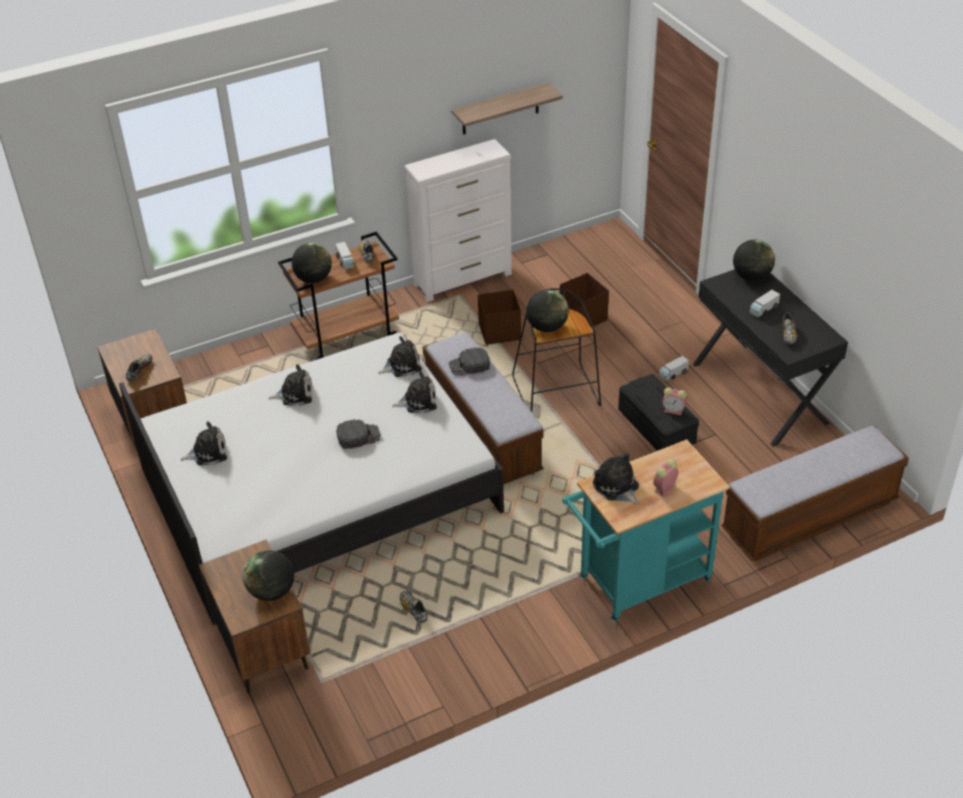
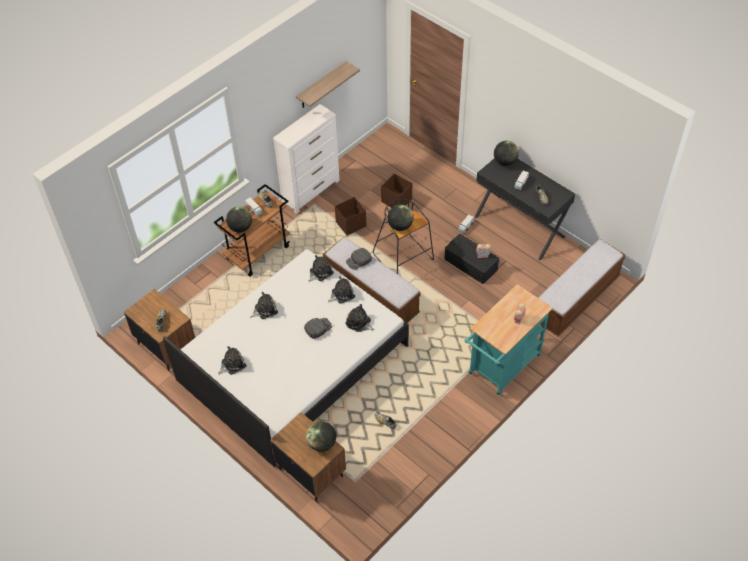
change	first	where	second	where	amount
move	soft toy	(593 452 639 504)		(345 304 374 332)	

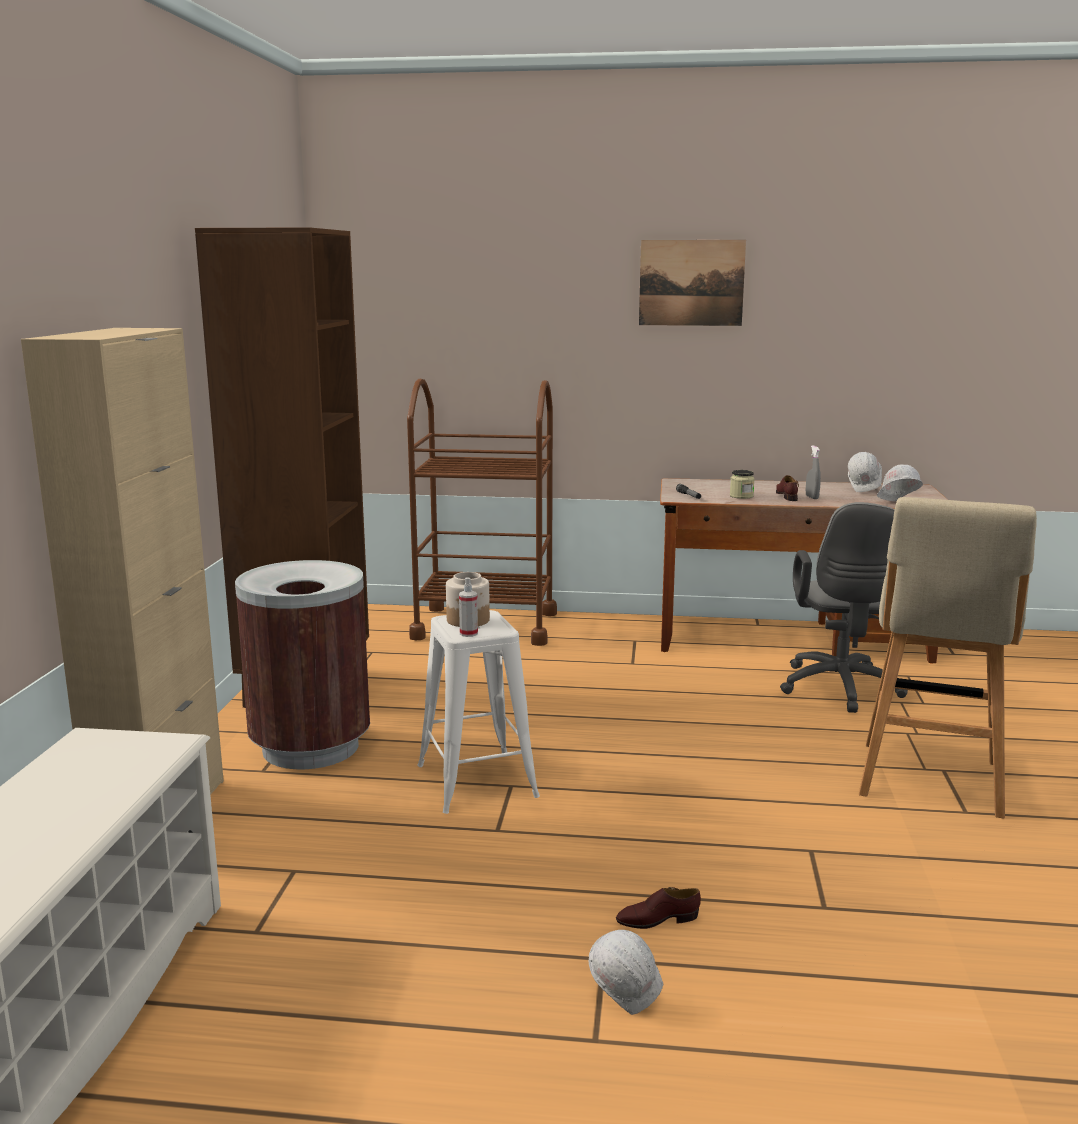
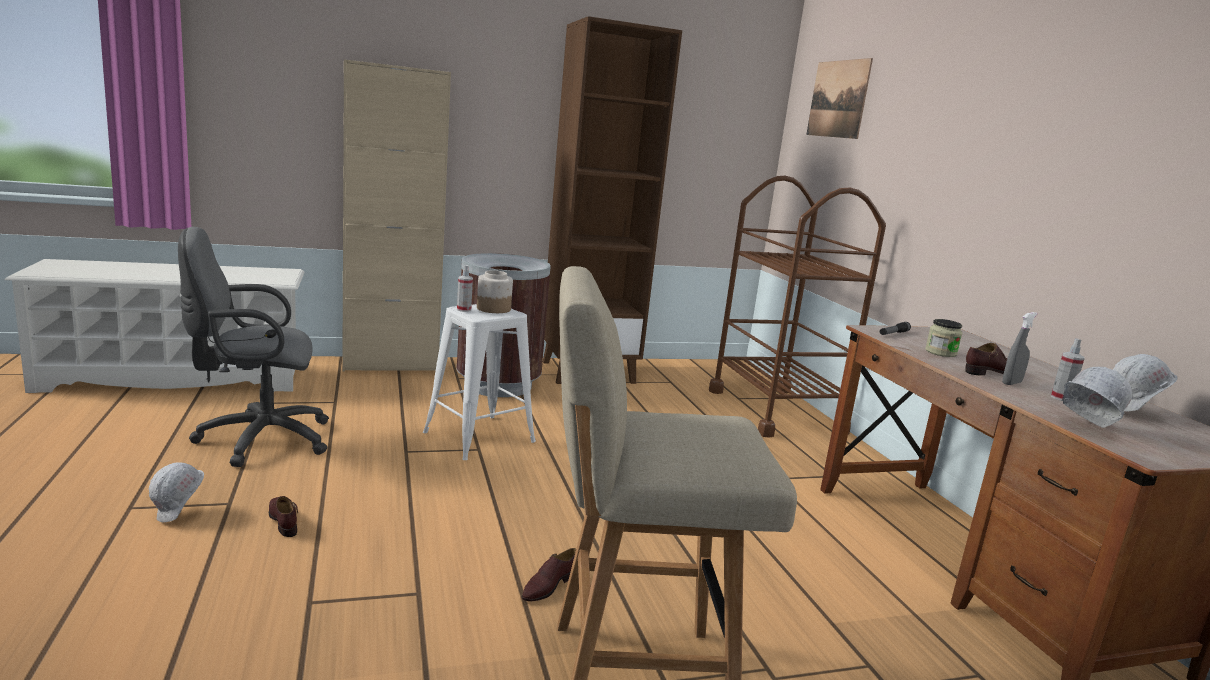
change	first	where	second	where	amount
insert			brown-coloured shoe	(522 548 576 601)	
insert			hand sprayer	(1051 338 1085 401)	
move	wall art	(639 240 746 326)		(806 58 873 139)	
move	gray computer chair	(780 502 908 713)		(178 227 329 467)	

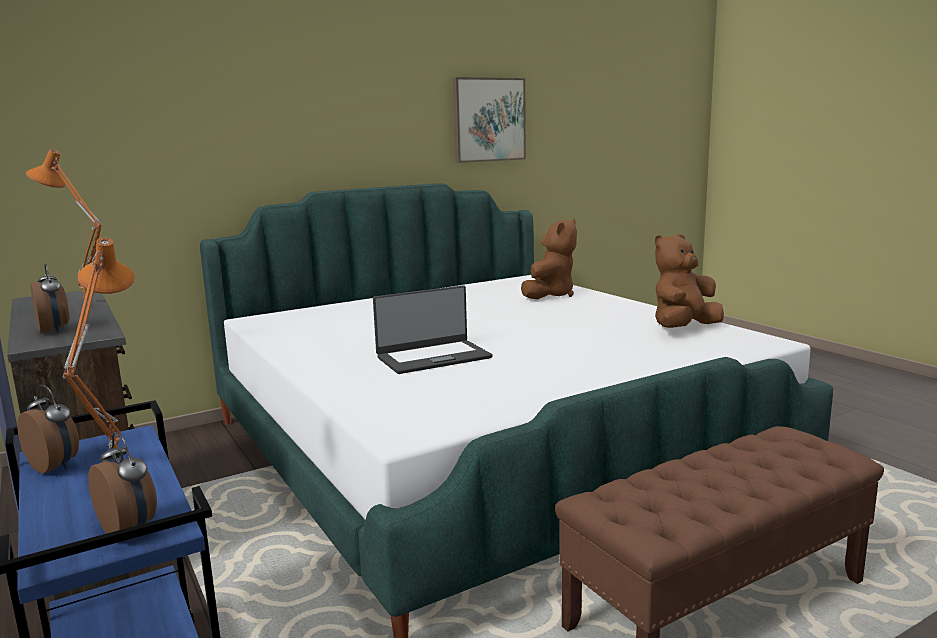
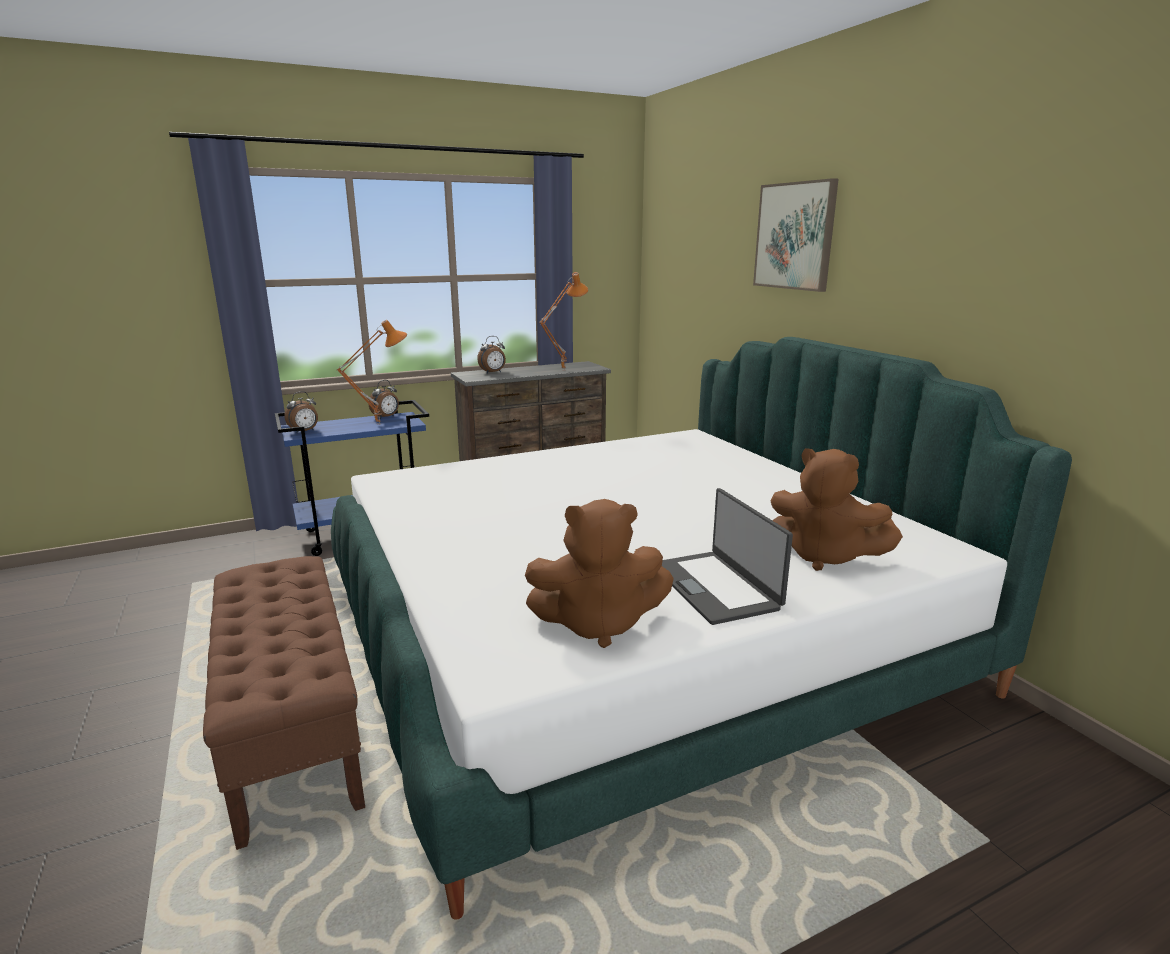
change	first	where	second	where	amount
move	laptop	(373 285 492 374)		(662 488 793 625)	
move	wall art	(453 77 526 163)		(753 178 839 292)	
rotate	brown-coloured soft toy	(655 234 724 328)		(525 499 674 648)	120 degrees clockwise

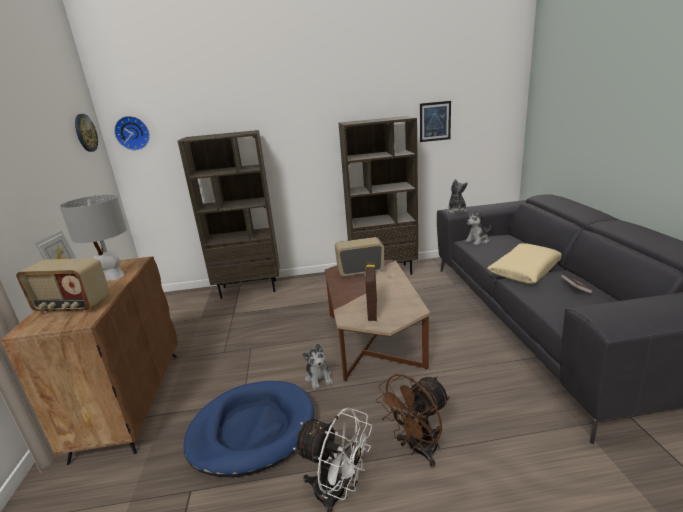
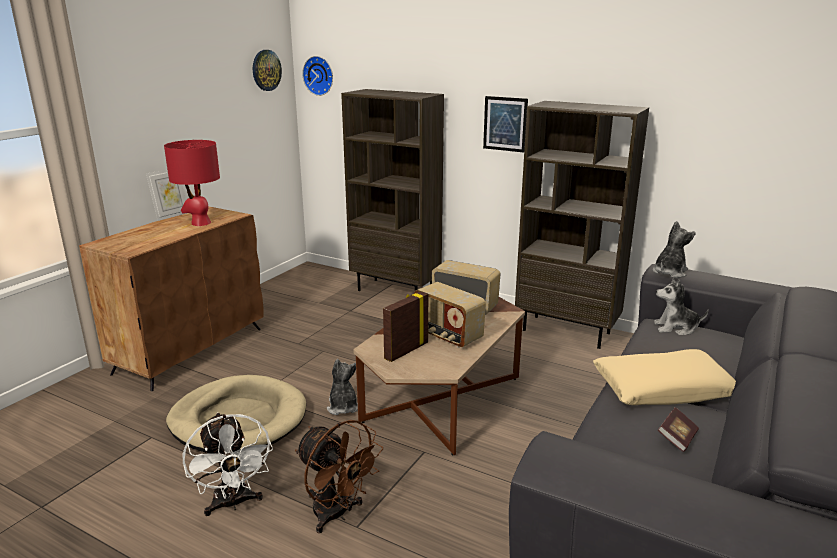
change	first	where	second	where	amount
move	radio	(16 258 110 313)		(414 282 486 348)	
move	wall art	(420 101 451 142)		(483 96 528 153)	
recolor	gray table lamp	(60 194 127 281)	red-coloured table lamp	(164 140 220 226)	
recolor	bluish dog cushion	(184 381 314 477)	beige dog cushion	(166 375 306 453)	
rotate	soft toy	(302 343 333 390)		(327 359 358 415)	150 degrees clockwise
rotate	brown-coloured cooling fan	(376 374 450 467)		(295 420 383 533)	135 degrees counterclockwise

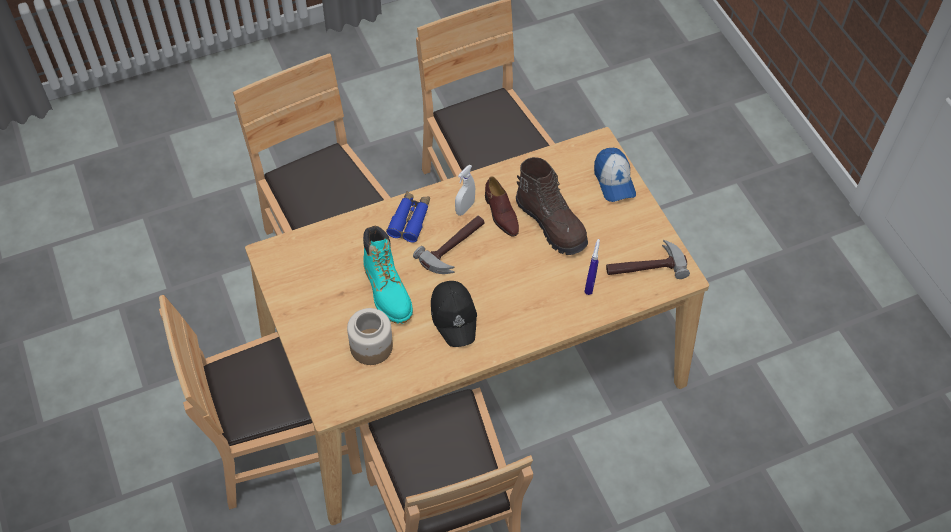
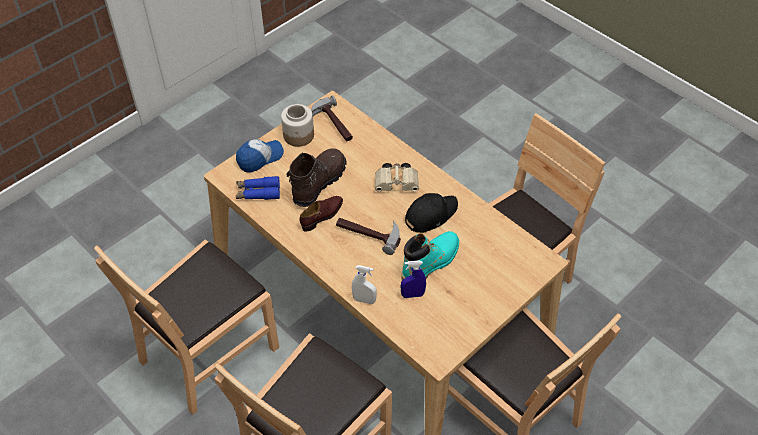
change	first	where	second	where	amount
insert			beige field glasses	(375 163 419 192)	
move	storage jar	(347 308 393 365)		(281 104 314 147)	
move	bluish field glasses	(386 191 430 243)		(236 176 280 200)	
move	white hand sprayer	(455 165 475 216)		(352 265 377 304)	
move	bluish hand sprayer	(585 239 600 295)		(401 260 426 298)	

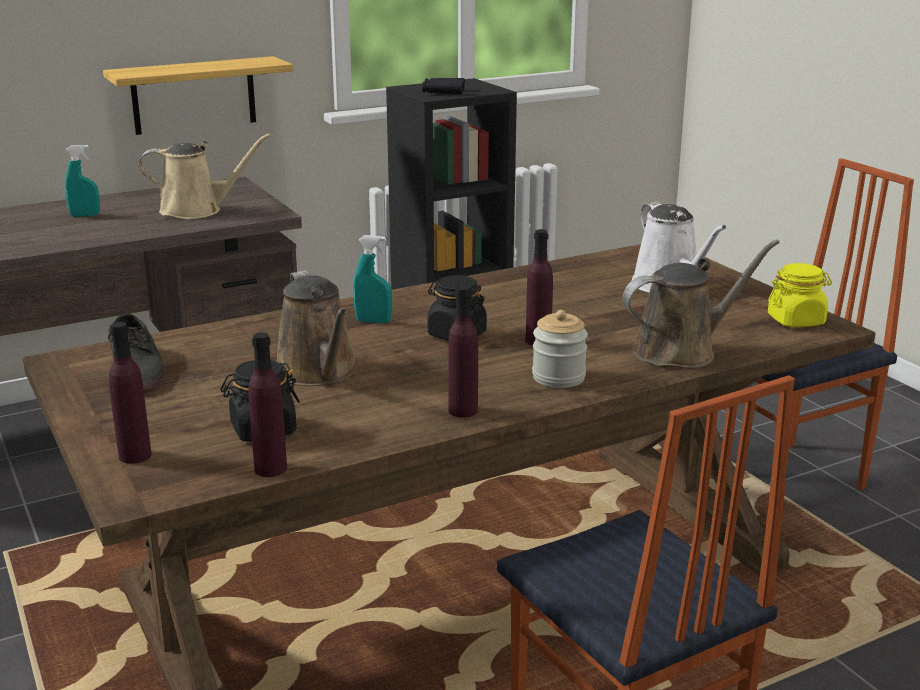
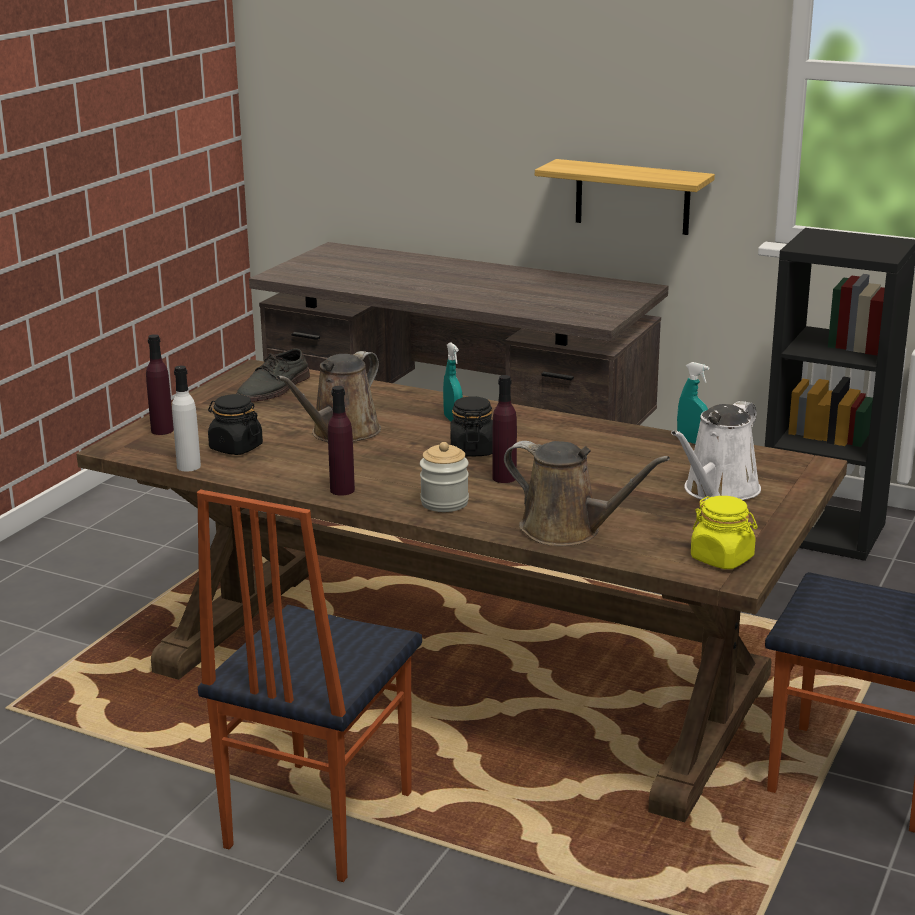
change	first	where	second	where	amount
delete	beige sprinkling can	(138 133 271 219)			
delete	black field glasses	(422 78 465 94)			
move	turquoise hand sprayer	(65 145 100 217)		(677 362 709 444)	
recolor	purplish bottle	(248 332 287 477)	white bottle	(172 366 201 471)	

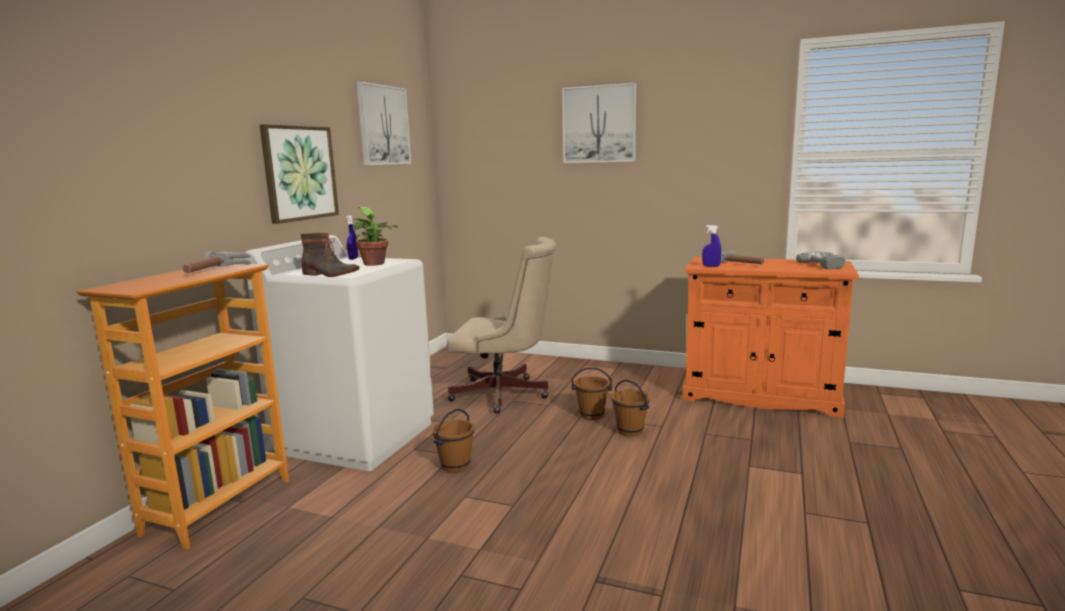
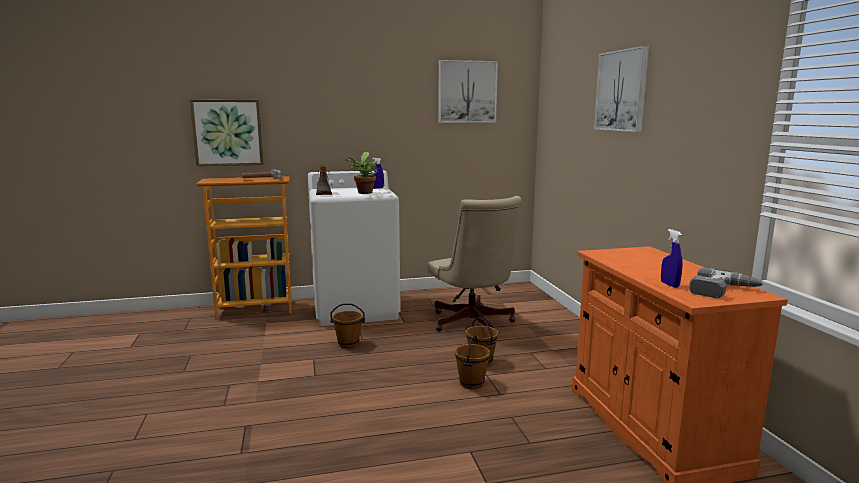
change	first	where	second	where	amount
delete	hand hammer	(720 251 764 264)			
move	wall art	(260 124 339 224)		(190 99 263 166)	
move	bluish hand sprayer	(702 225 721 267)		(661 229 682 288)	

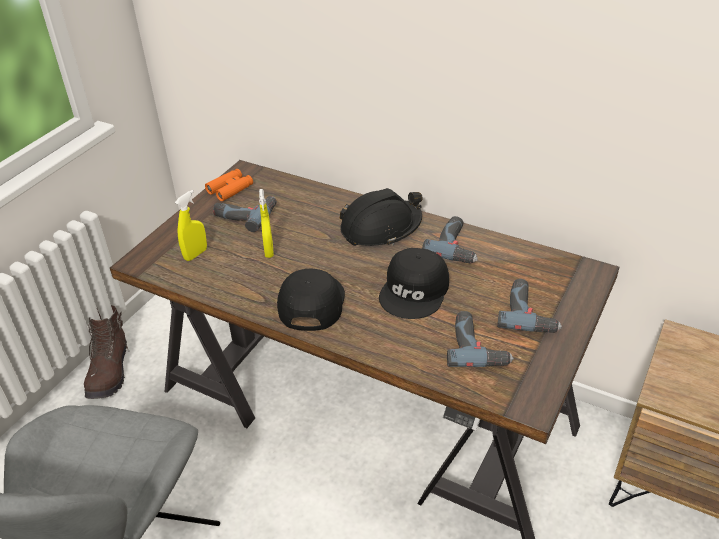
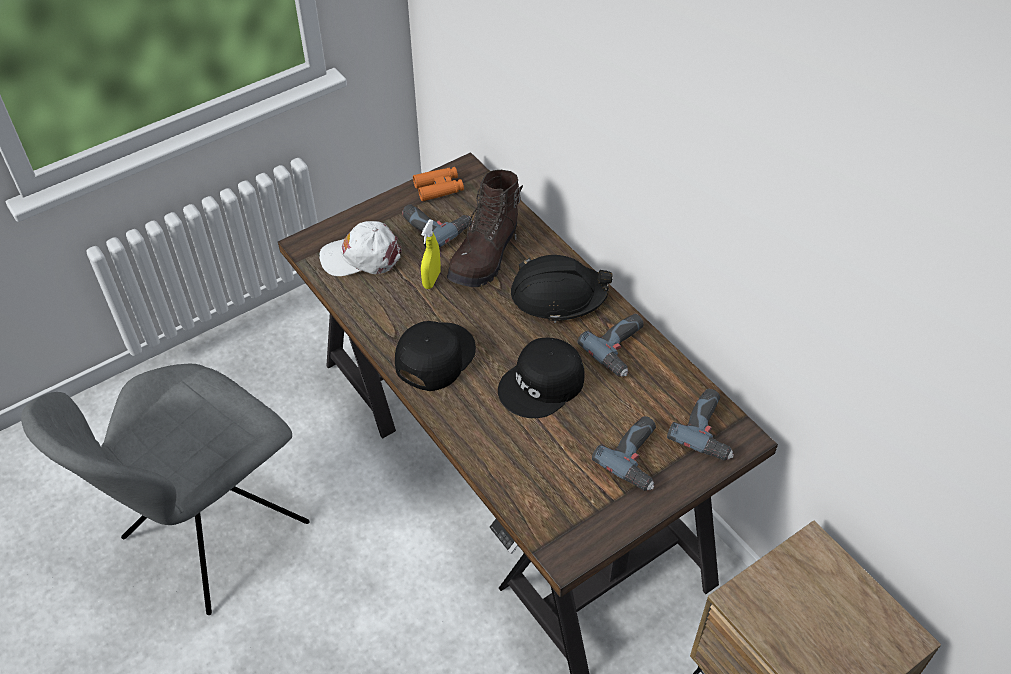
change	first	where	second	where	amount
move	brown-coloured boot	(84 305 130 399)		(447 170 523 287)	
move	power drill	(447 311 514 367)		(667 389 734 460)	
replace	yellow hand sprayer	(175 190 207 261)	white cap	(319 221 402 276)	

